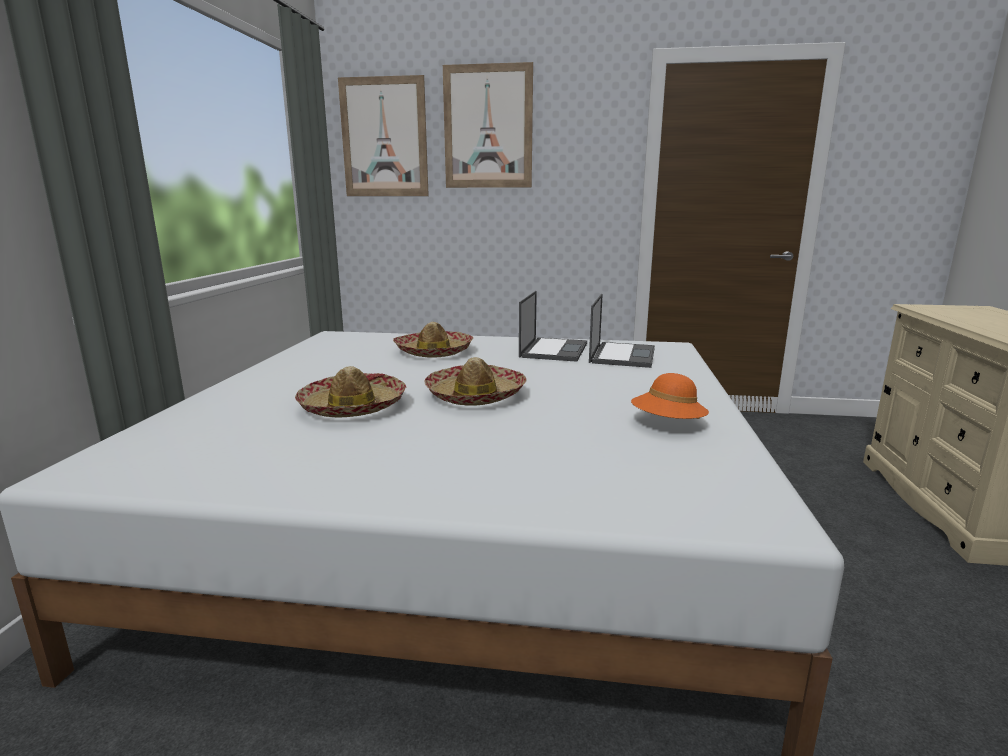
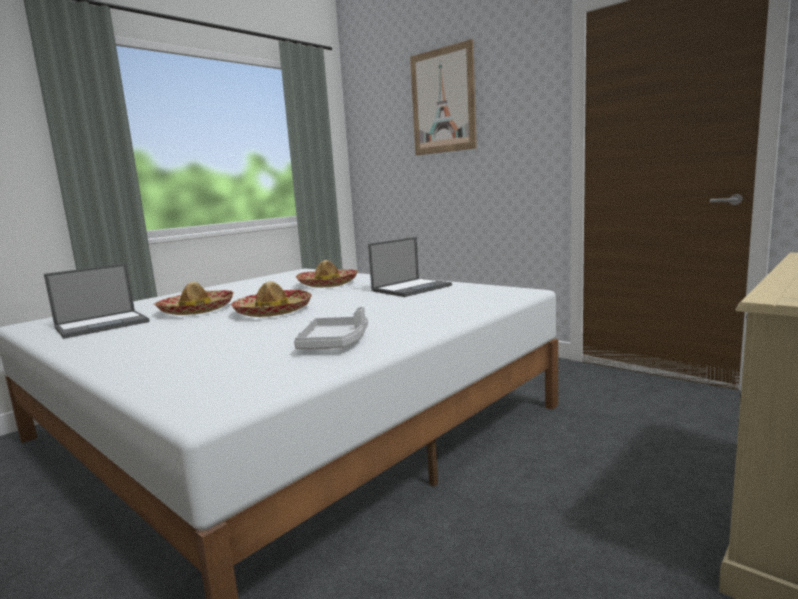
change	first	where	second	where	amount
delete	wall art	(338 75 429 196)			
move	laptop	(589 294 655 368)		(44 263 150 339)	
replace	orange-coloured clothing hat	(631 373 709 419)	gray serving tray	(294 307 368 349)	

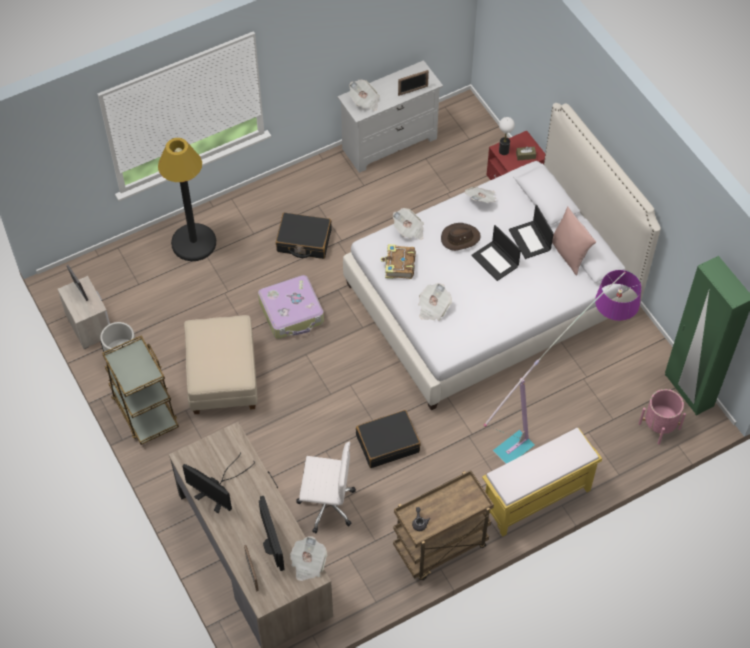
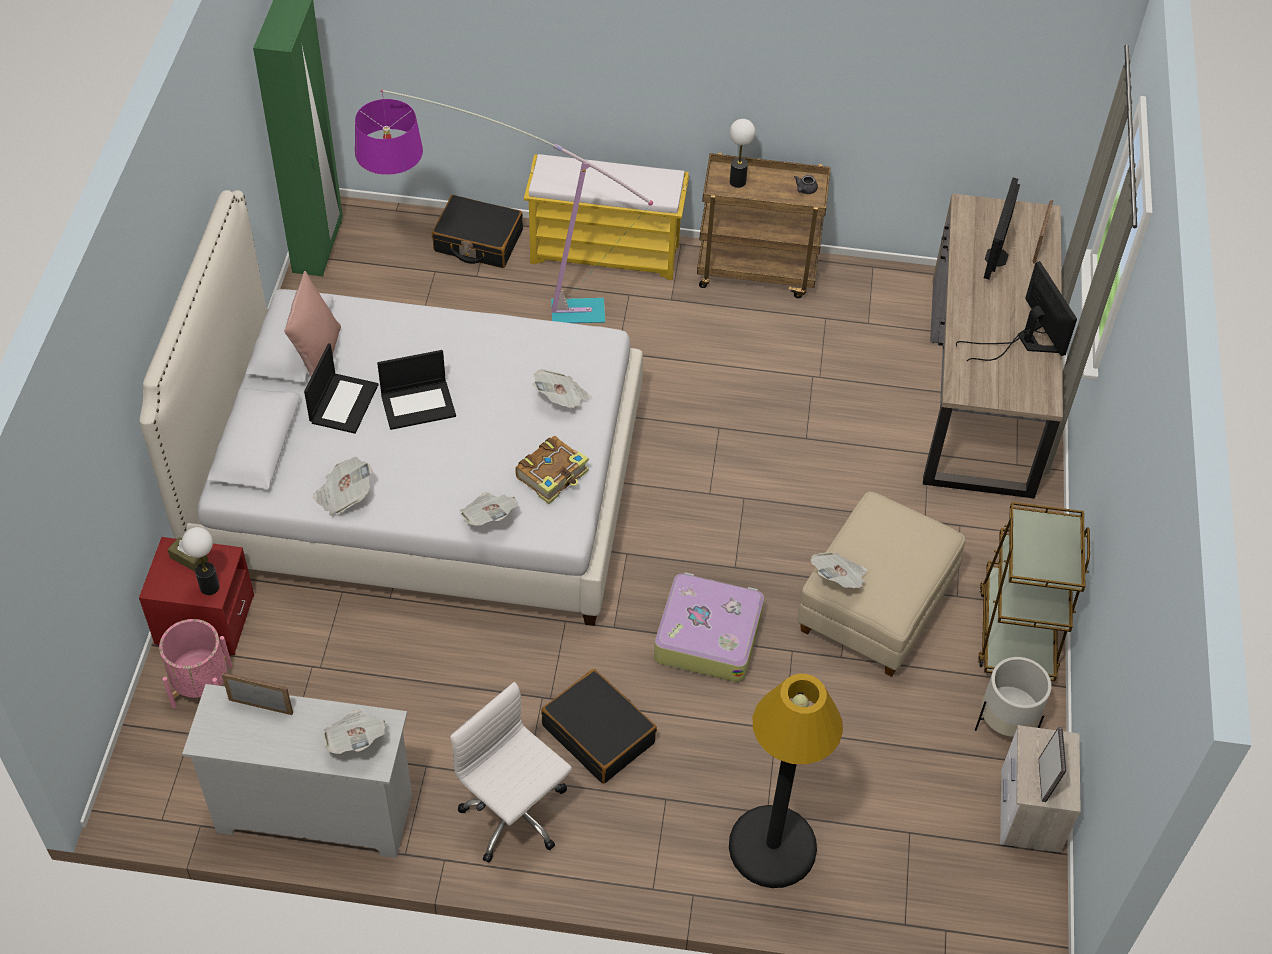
change	first	where	second	where	amount
delete	brown-coloured clothing hat	(441 223 481 251)			
insert			table lamp	(729 119 755 188)	
move	printed paper	(290 536 327 581)		(811 552 868 588)	
move	white computer chair	(296 442 356 533)		(450 682 572 863)	
move	black piece of luggage	(356 410 421 468)		(432 195 523 268)	
move	pinkish planter	(639 389 686 445)		(159 619 232 708)	
rotate	laptop	(471 225 521 281)		(377 350 456 430)	75 degrees clockwise

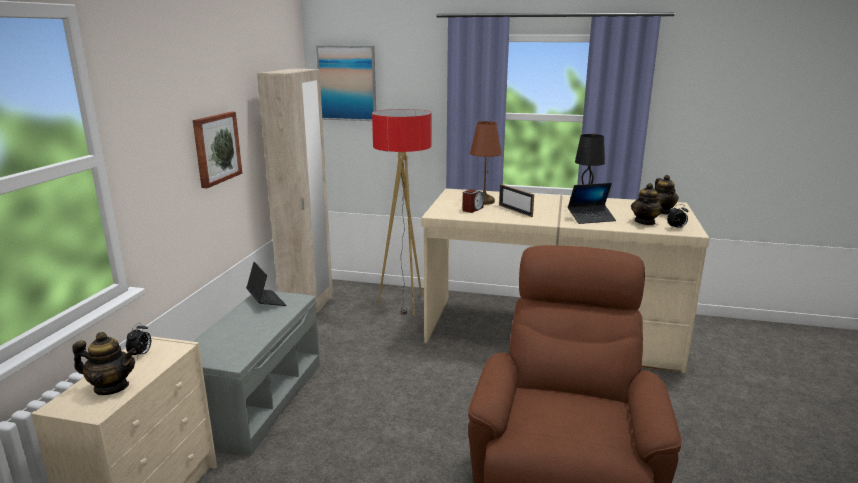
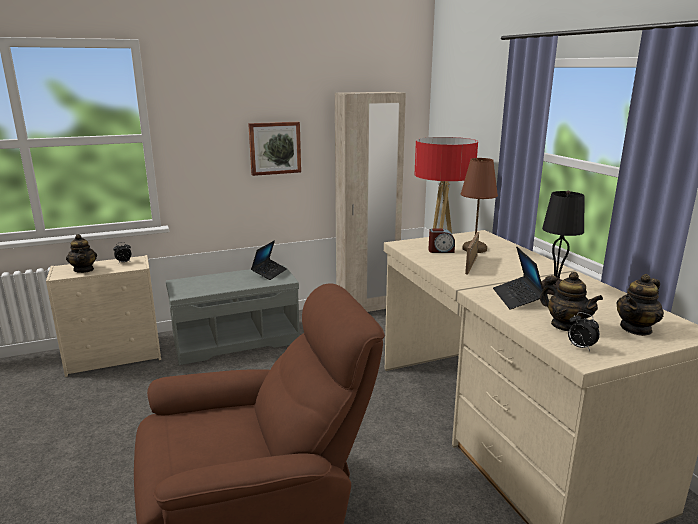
change	first	where	second	where	amount
delete	wall art	(316 46 376 121)			
rotate	laptop	(568 183 616 224)		(493 247 543 309)	45 degrees clockwise
rotate	tea pot	(631 183 663 225)		(540 272 603 331)	120 degrees counterclockwise

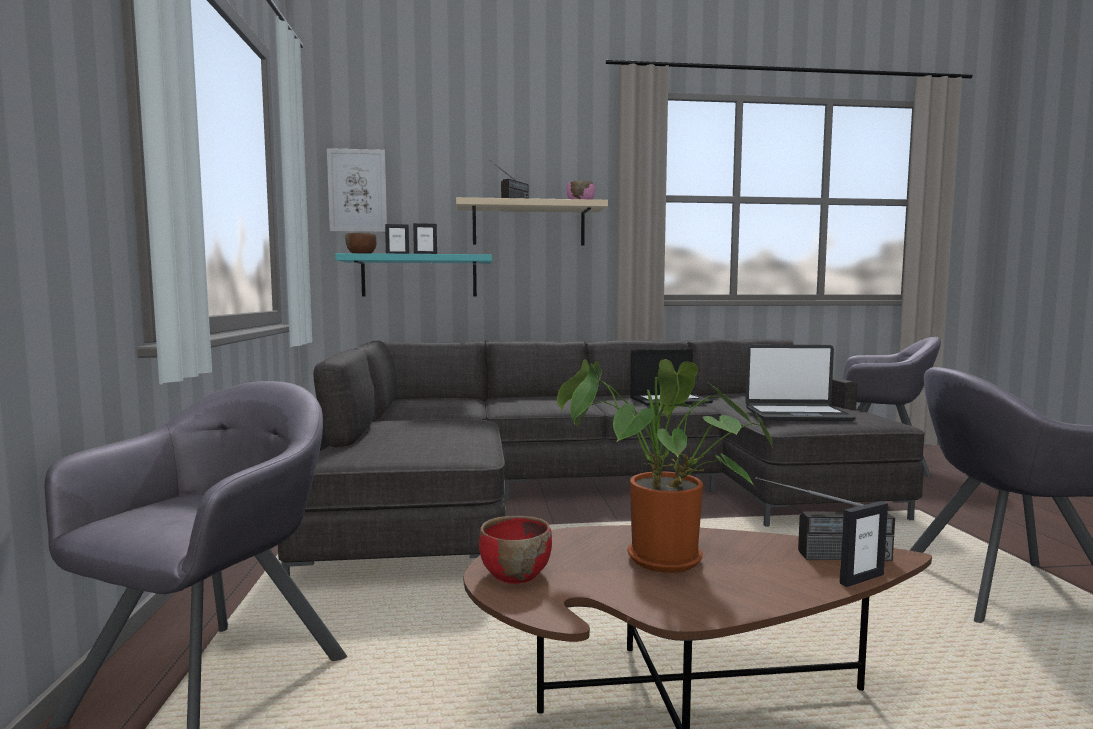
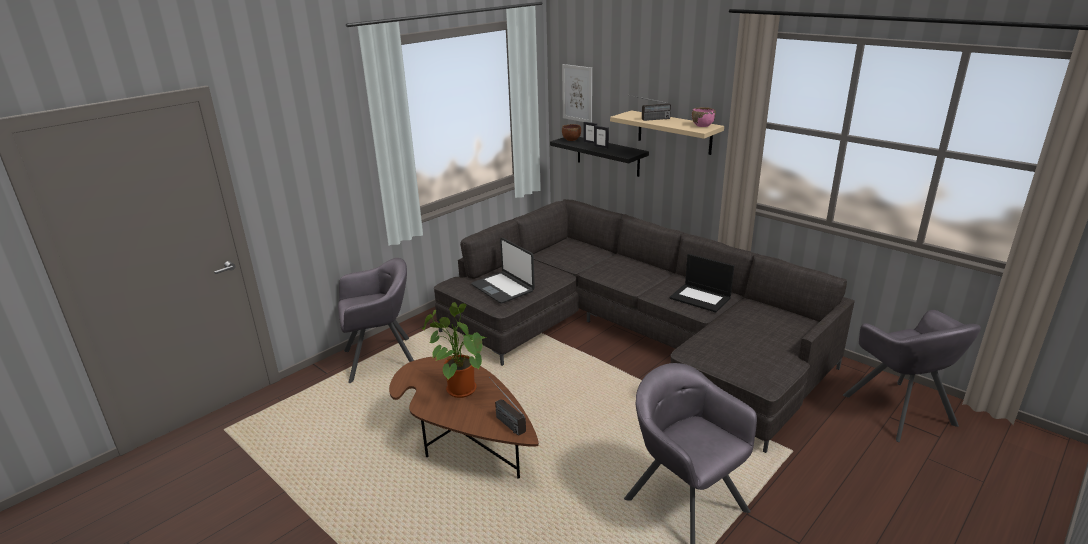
change	first	where	second	where	amount
delete	red-coloured serving bowl	(479 516 552 584)			
delete	standing frame	(840 501 888 587)			
move	laptop	(745 345 856 421)		(471 238 535 303)	
recolor	turquoise bracket shelf	(335 253 492 296)	black bracket shelf	(550 137 649 177)	

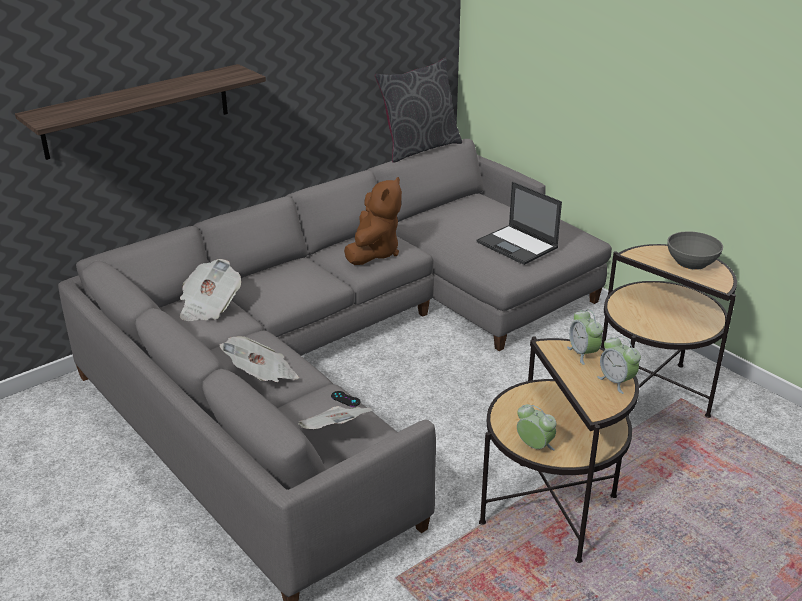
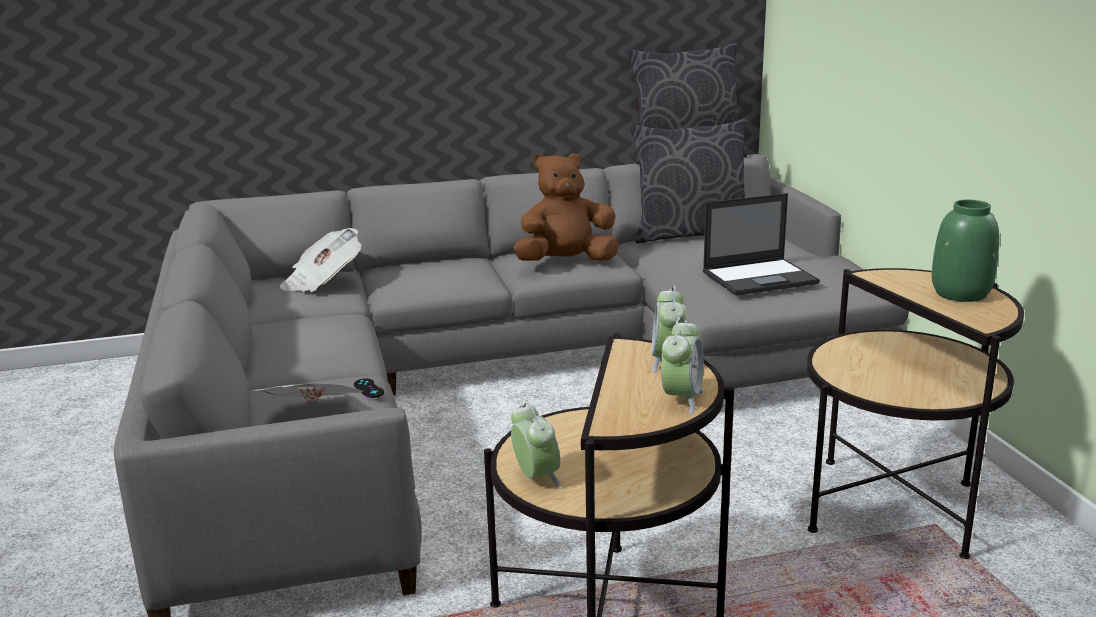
change	first	where	second	where	amount
delete	bracket shelf	(15 64 266 160)			
delete	printed paper	(219 336 299 382)			
insert			gray cushion	(630 118 748 243)	
replace	gray serving bowl	(667 231 723 270)	green flower vase	(932 200 999 302)	
rotate	brown-coloured soft toy	(344 177 402 265)		(514 153 619 261)	150 degrees counterclockwise
rotate	laptop	(477 182 562 265)		(703 193 820 296)	90 degrees counterclockwise
rotate	alarm clock	(597 336 641 394)		(661 317 704 414)	150 degrees counterclockwise

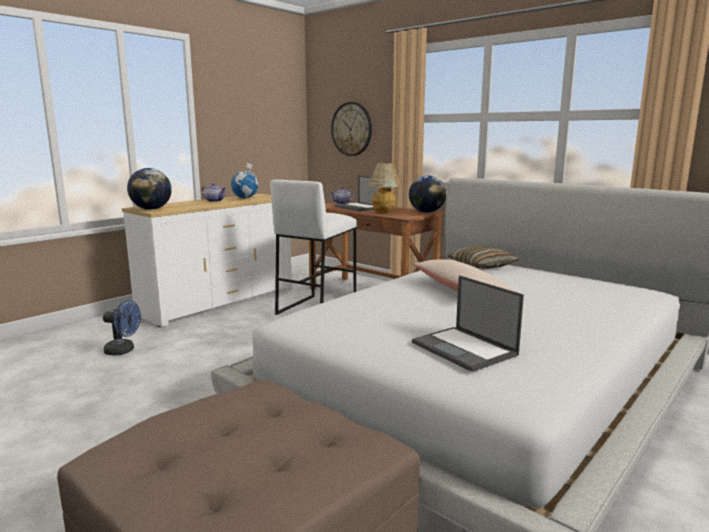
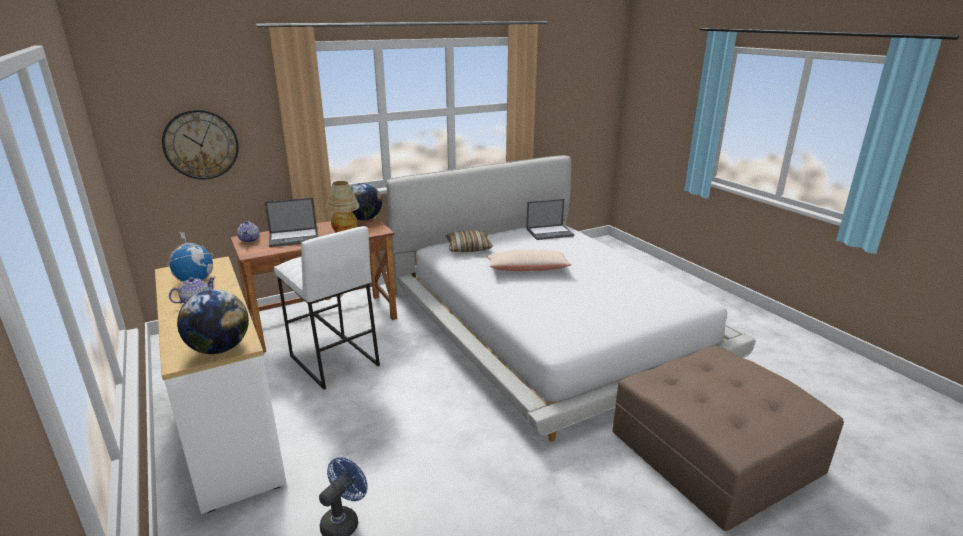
change	first	where	second	where	amount
move	laptop	(412 275 524 372)		(526 199 574 240)	

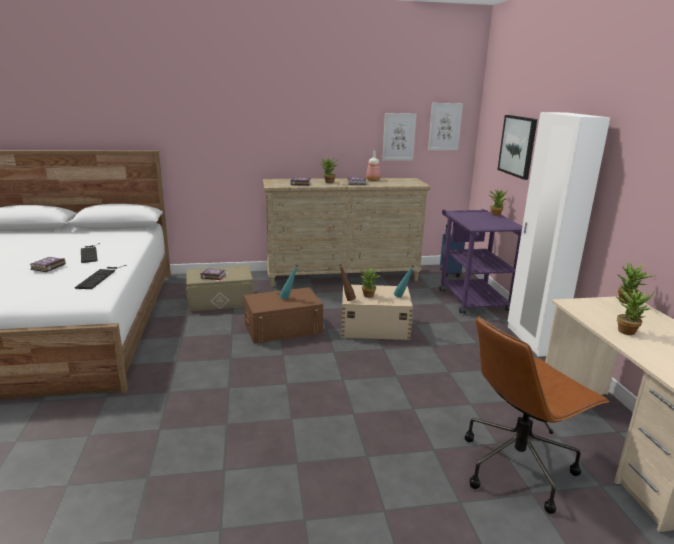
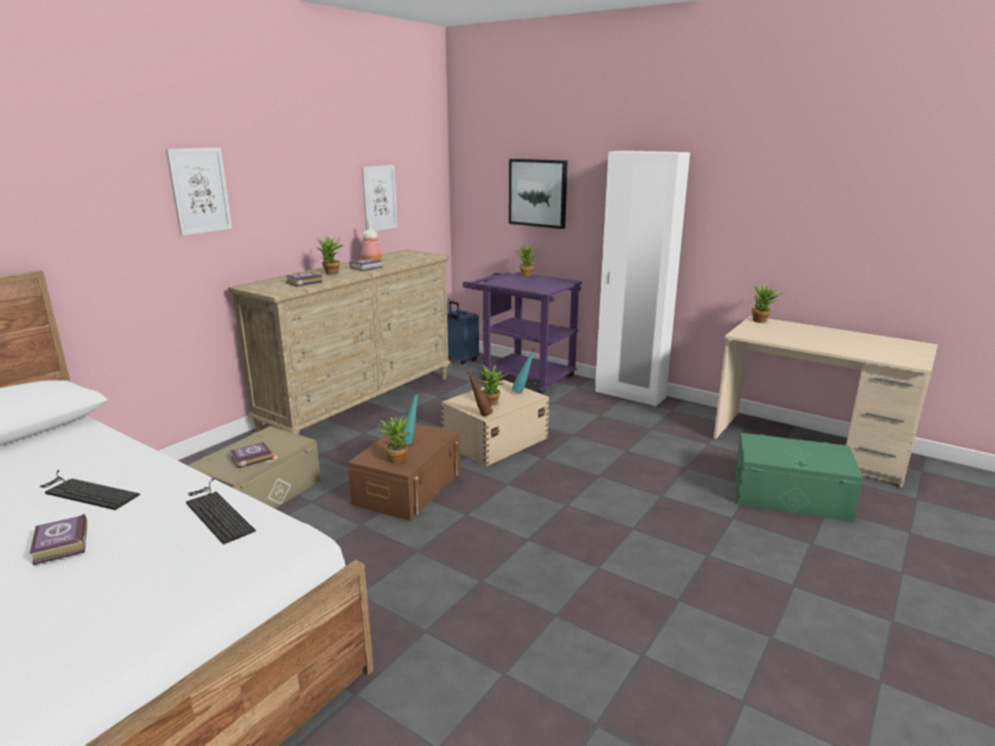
change	first	where	second	where	amount
move	wall art	(428 103 463 150)		(166 147 232 236)	
move	houseplant	(616 289 655 335)		(378 415 411 464)	
replace	brown-coloured computer chair	(465 316 610 514)	green storage bin	(735 433 863 522)	

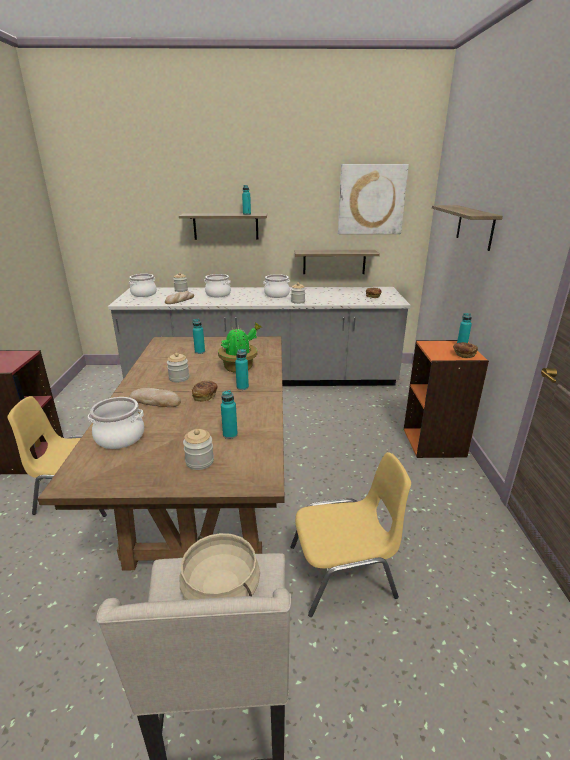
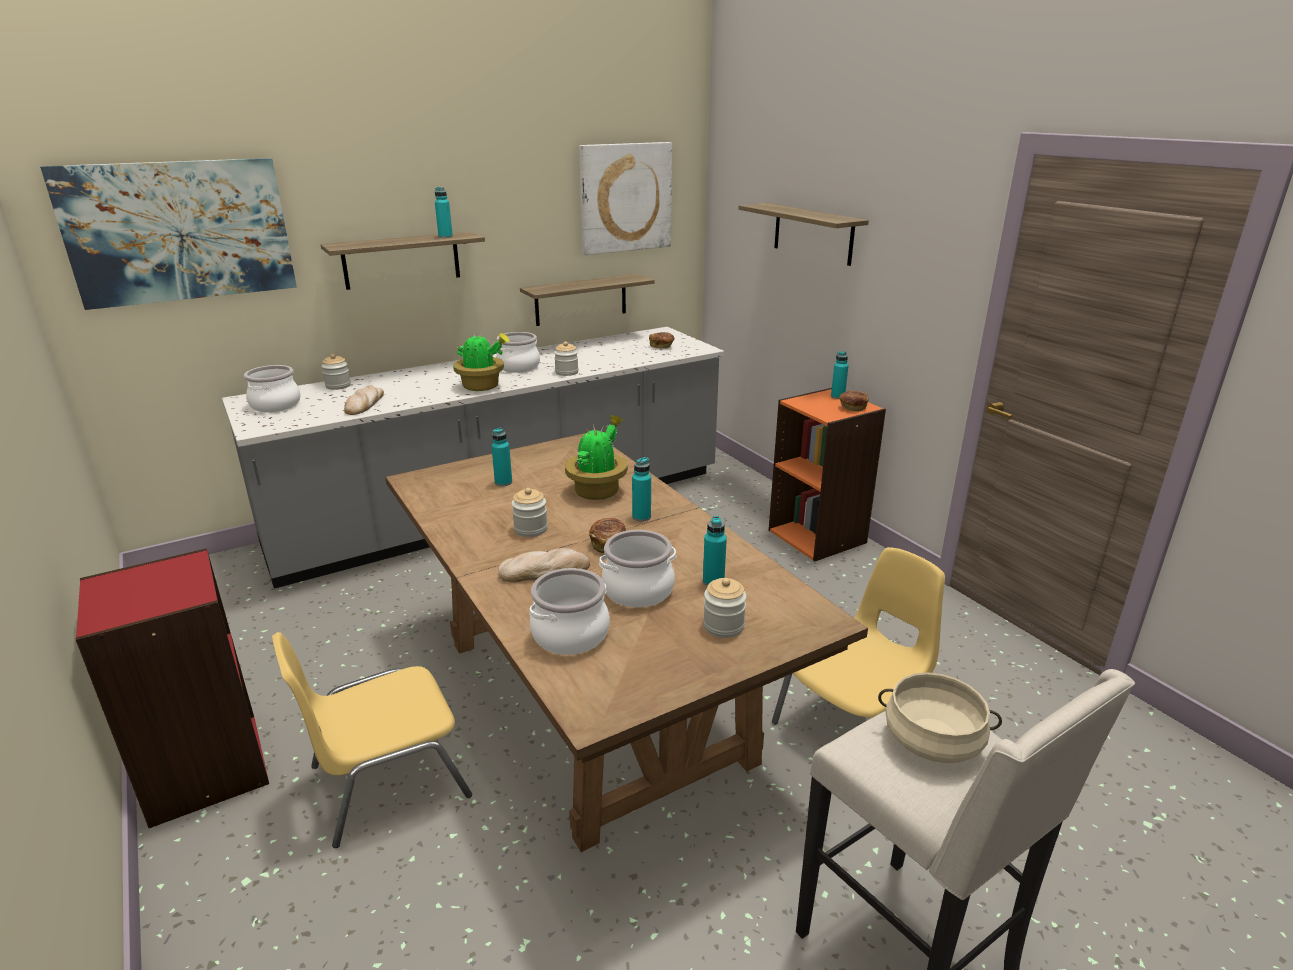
change	first	where	second	where	amount
insert			wall art	(40 158 297 310)	
insert			houseplant	(453 333 510 391)	
move	cooking pot	(204 274 231 297)		(599 530 676 608)	

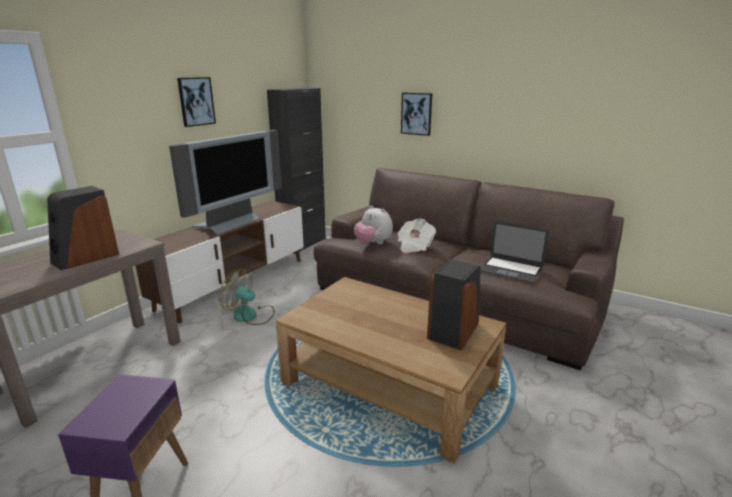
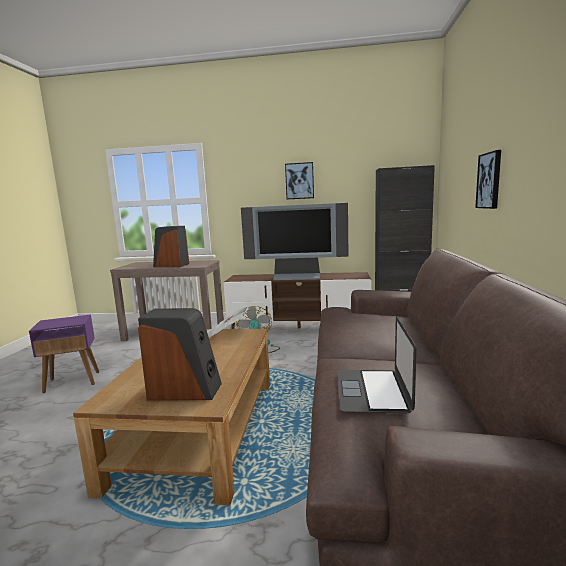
change	first	where	second	where	amount
delete	soft toy	(354 206 393 244)			
move	printed paper	(397 218 436 253)		(207 307 248 338)	

